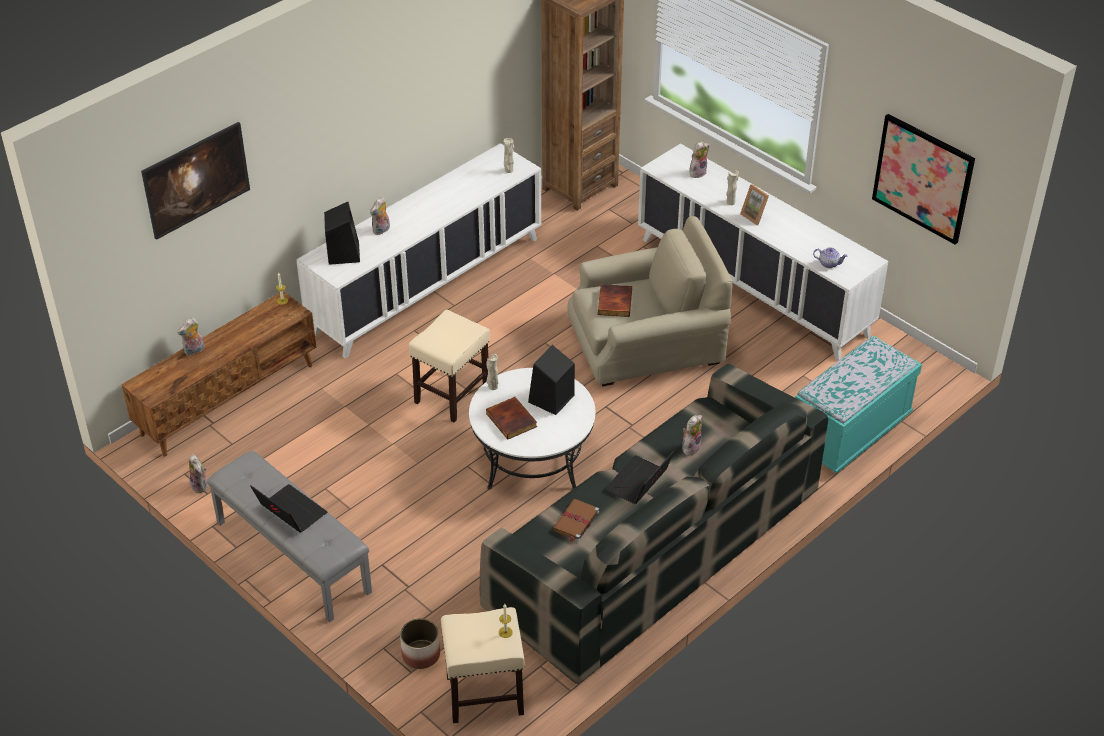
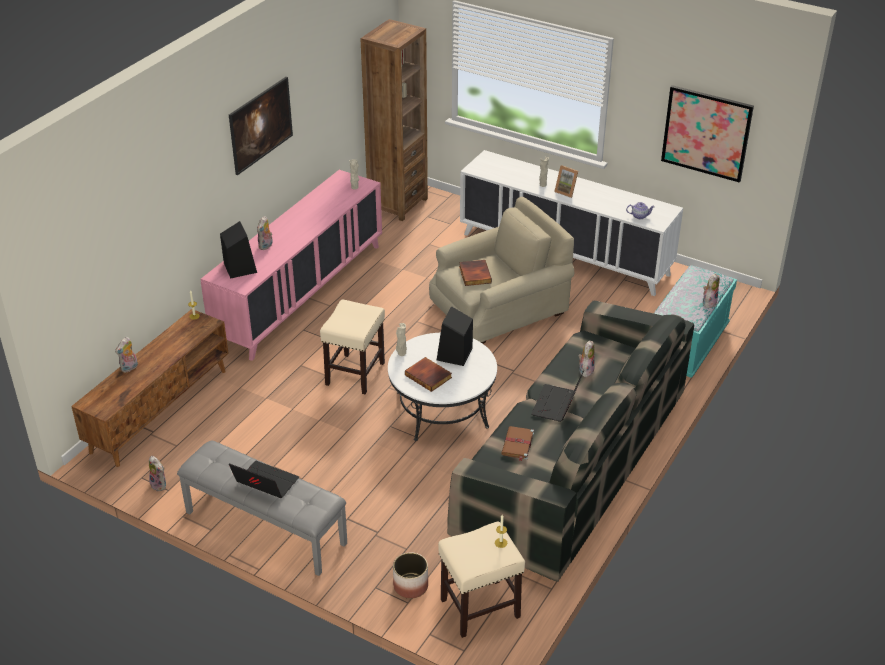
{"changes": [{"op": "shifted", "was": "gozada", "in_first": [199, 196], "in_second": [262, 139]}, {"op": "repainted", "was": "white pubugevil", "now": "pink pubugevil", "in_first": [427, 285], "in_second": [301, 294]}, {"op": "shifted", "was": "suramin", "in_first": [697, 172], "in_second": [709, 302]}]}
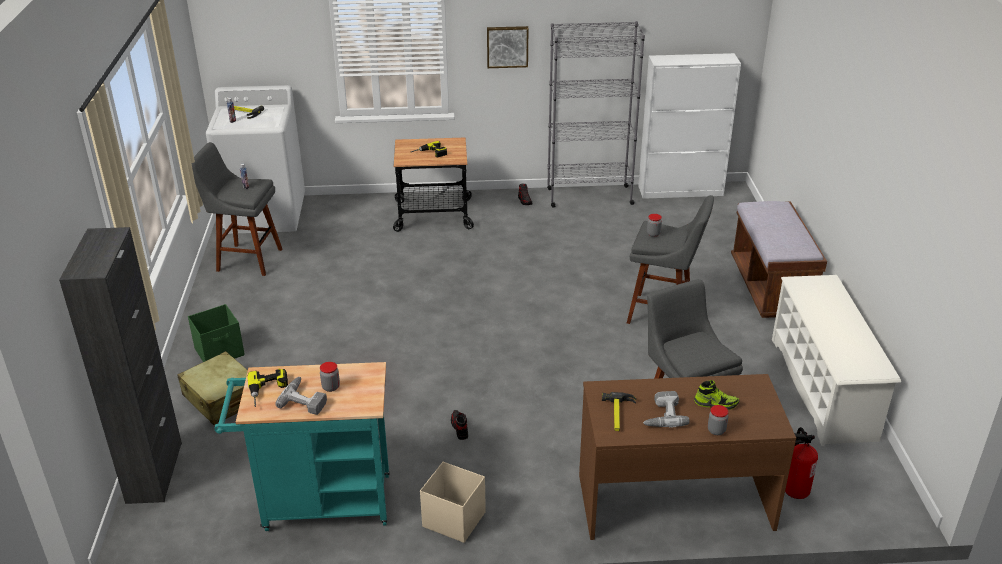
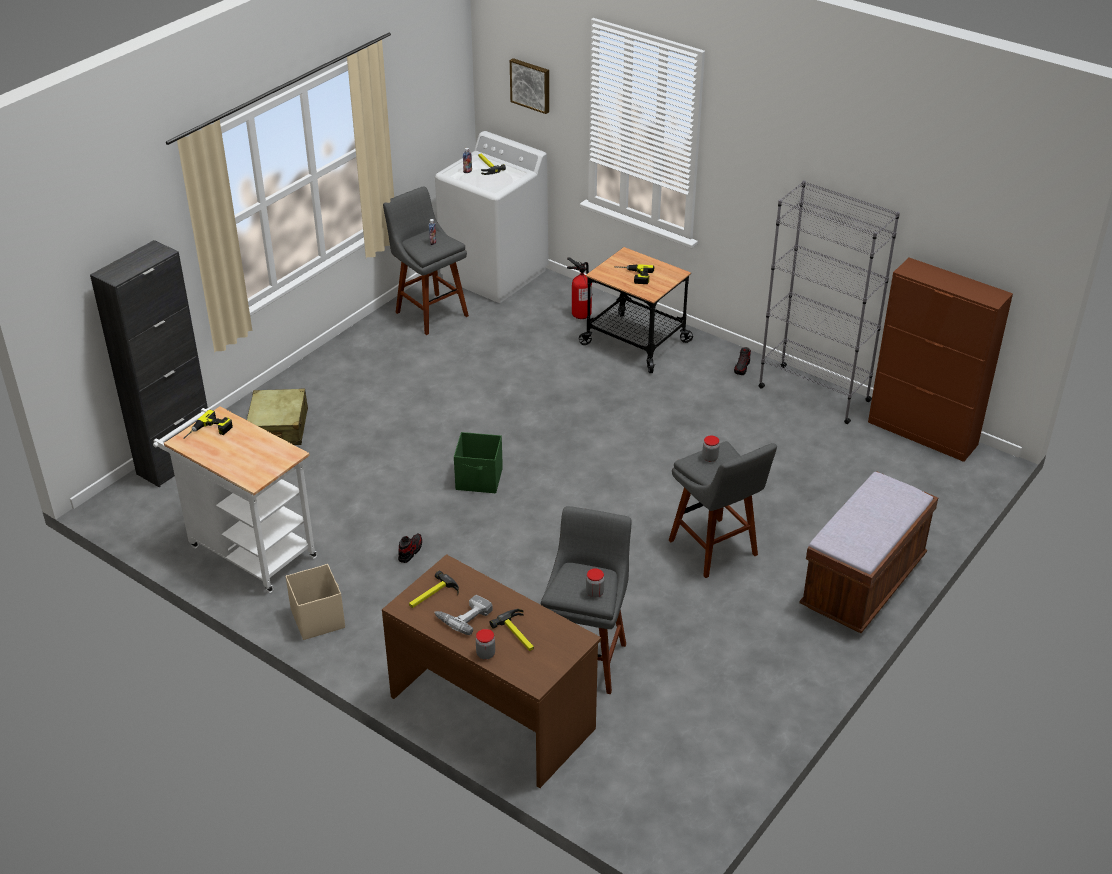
{"changes": [{"op": "shifted", "was": "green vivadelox", "in_first": [220, 352], "in_second": [480, 480]}, {"op": "repainted", "was": "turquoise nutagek", "now": "white nutagek", "in_first": [319, 504], "in_second": [247, 549]}, {"op": "gone", "was": "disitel", "in_first": [305, 399]}, {"op": "shifted", "was": "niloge", "in_first": [331, 387], "in_second": [594, 592]}, {"op": "shifted", "was": "gozada", "in_first": [507, 46], "in_second": [531, 85]}, {"op": "repainted", "was": "white pubugevil", "now": "brown pubugevil", "in_first": [681, 191], "in_second": [923, 434]}, {"op": "swapped", "was": "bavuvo", "now": "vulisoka", "in_first": [716, 403], "in_second": [518, 634]}, {"op": "gone", "was": "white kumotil", "in_first": [823, 388]}, {"op": "shifted", "was": "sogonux", "in_first": [792, 490], "in_second": [582, 314]}]}
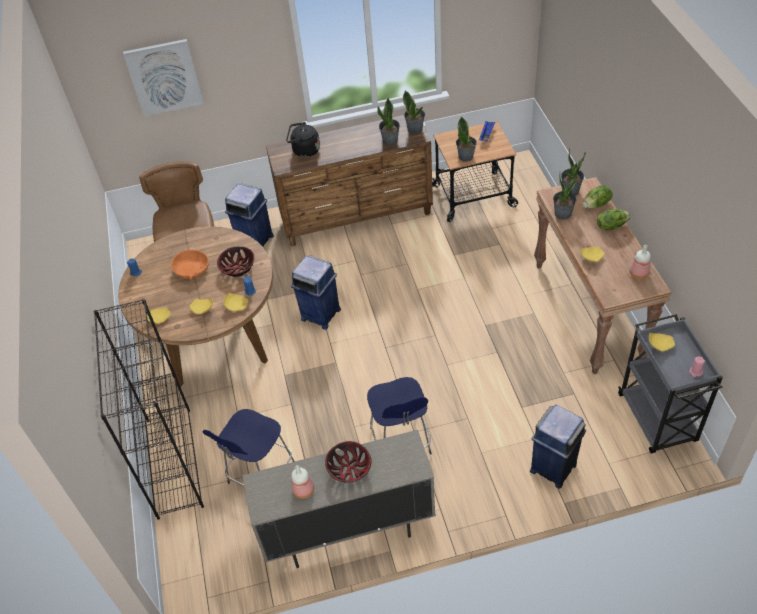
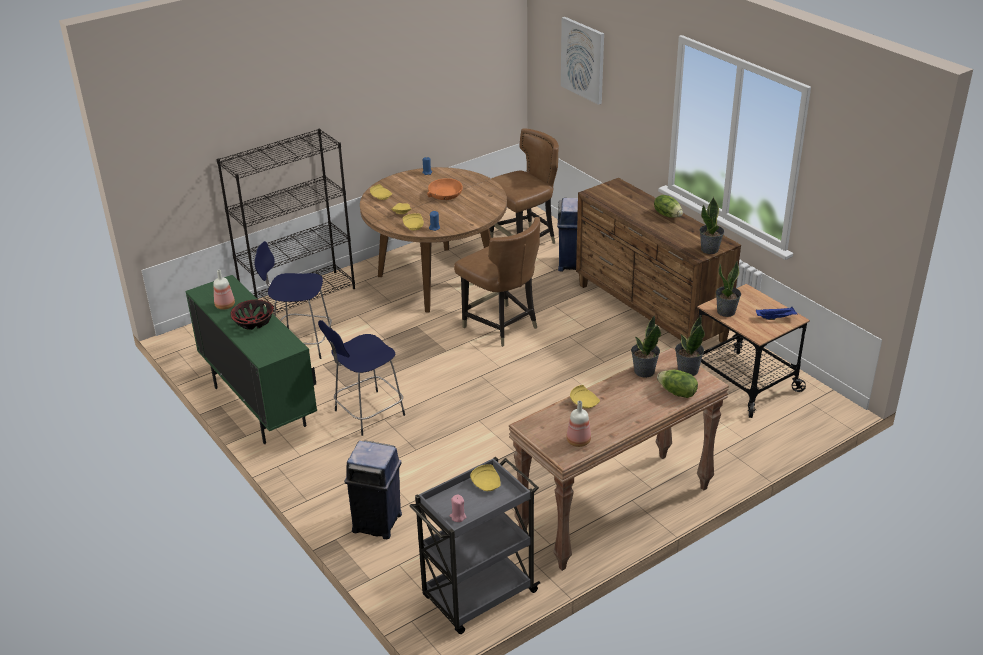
{"changes": [{"op": "gone", "was": "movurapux", "in_first": [238, 268]}, {"op": "repainted", "was": "beige pubugevil", "now": "green pubugevil", "in_first": [348, 531], "in_second": [259, 406]}, {"op": "gone", "was": "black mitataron", "in_first": [304, 151]}, {"op": "swapped", "was": "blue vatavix", "now": "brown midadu", "in_first": [320, 314], "in_second": [501, 326]}, {"op": "gone", "was": "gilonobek", "in_first": [390, 140]}, {"op": "shifted", "was": "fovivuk", "in_first": [611, 226], "in_second": [667, 215]}]}
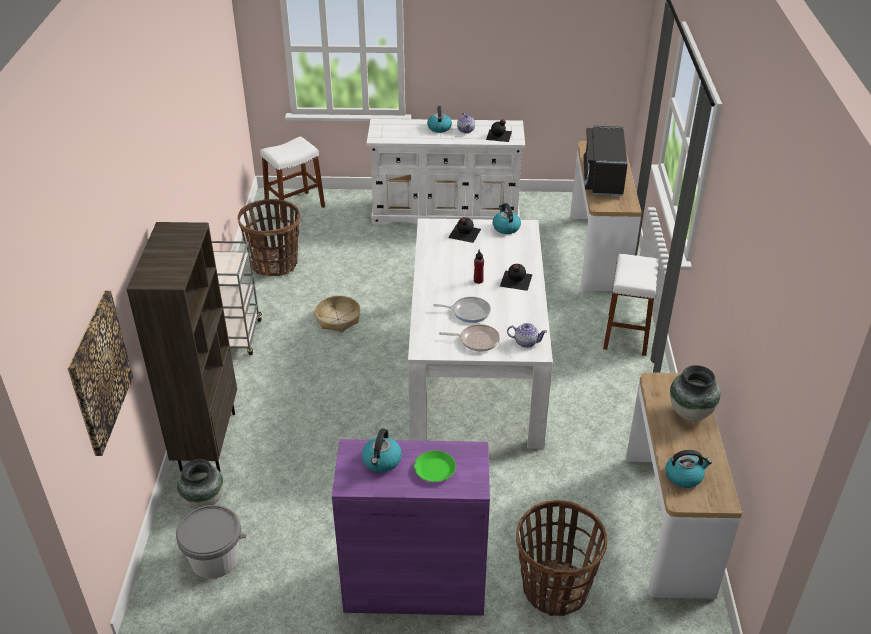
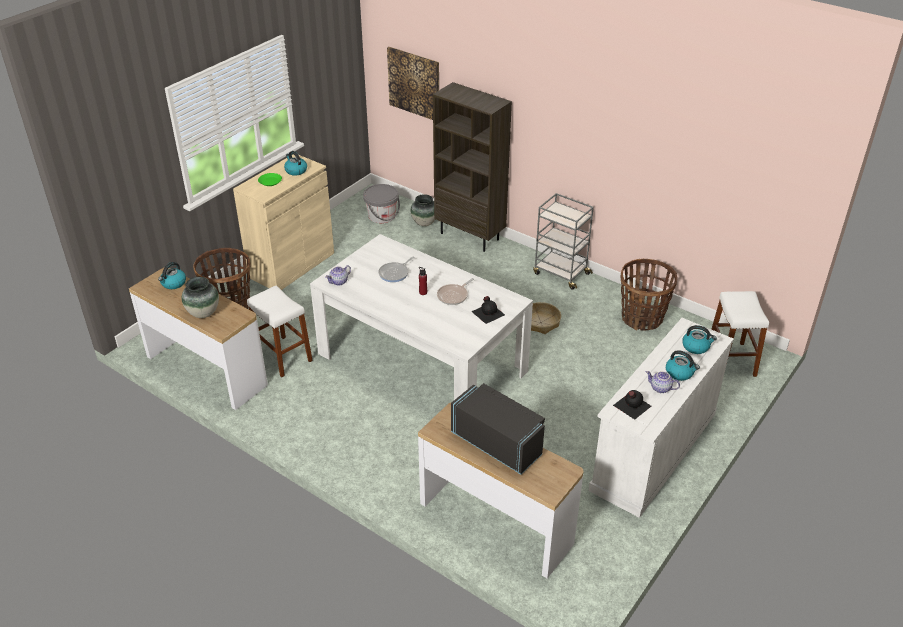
{"changes": [{"op": "repainted", "was": "purple pubugevil", "now": "beige pubugevil", "in_first": [414, 584], "in_second": [291, 265]}, {"op": "shifted", "was": "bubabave", "in_first": [476, 340], "in_second": [454, 296]}, {"op": "shifted", "was": "mitataron", "in_first": [506, 227], "in_second": [696, 347]}, {"op": "gone", "was": "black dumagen", "in_first": [515, 280]}, {"op": "shifted", "was": "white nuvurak", "in_first": [626, 334], "in_second": [282, 356]}]}
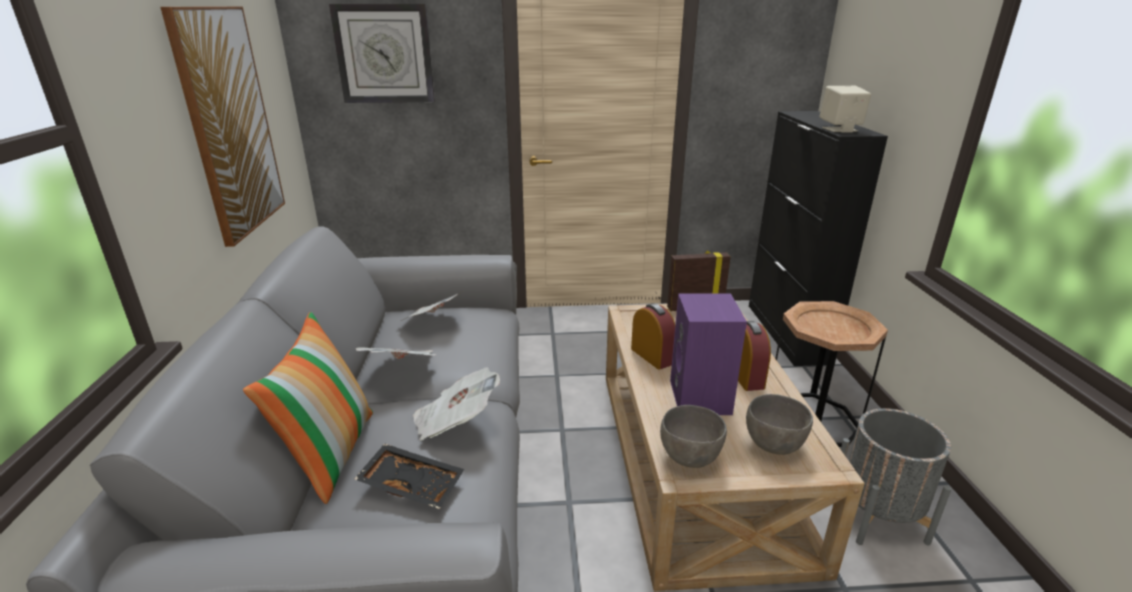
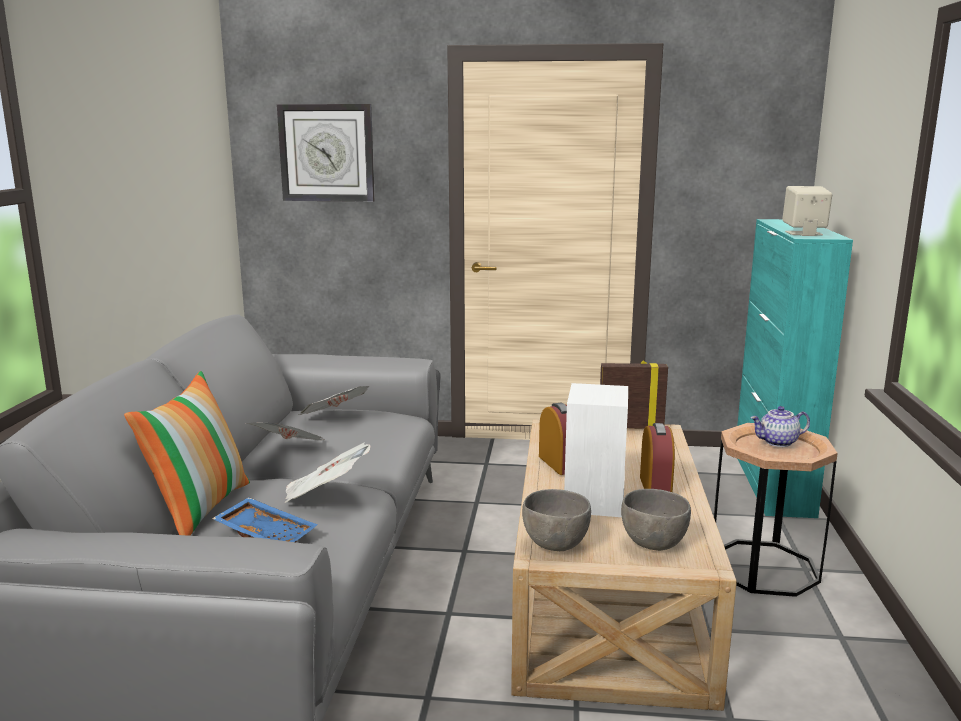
{"changes": [{"op": "gone", "was": "gozada", "in_first": [229, 123]}, {"op": "repainted", "was": "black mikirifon", "now": "blue mikirifon", "in_first": [413, 483], "in_second": [267, 533]}, {"op": "repainted", "was": "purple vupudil", "now": "white vupudil", "in_first": [701, 398], "in_second": [595, 501]}, {"op": "repainted", "was": "black pubugevil", "now": "turquoise pubugevil", "in_first": [787, 333], "in_second": [772, 483]}, {"op": "gone", "was": "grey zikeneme", "in_first": [877, 516]}, {"op": "new", "now": "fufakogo", "in_second": [778, 442]}]}
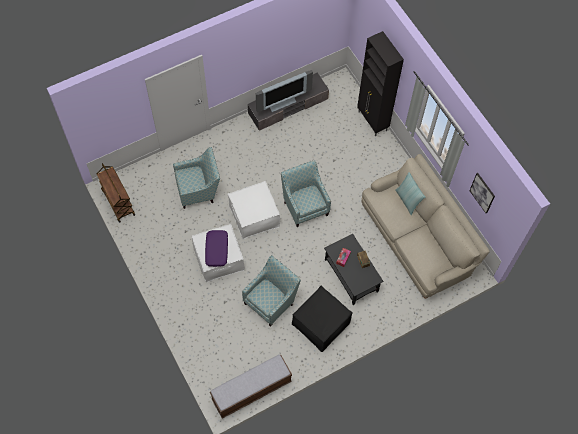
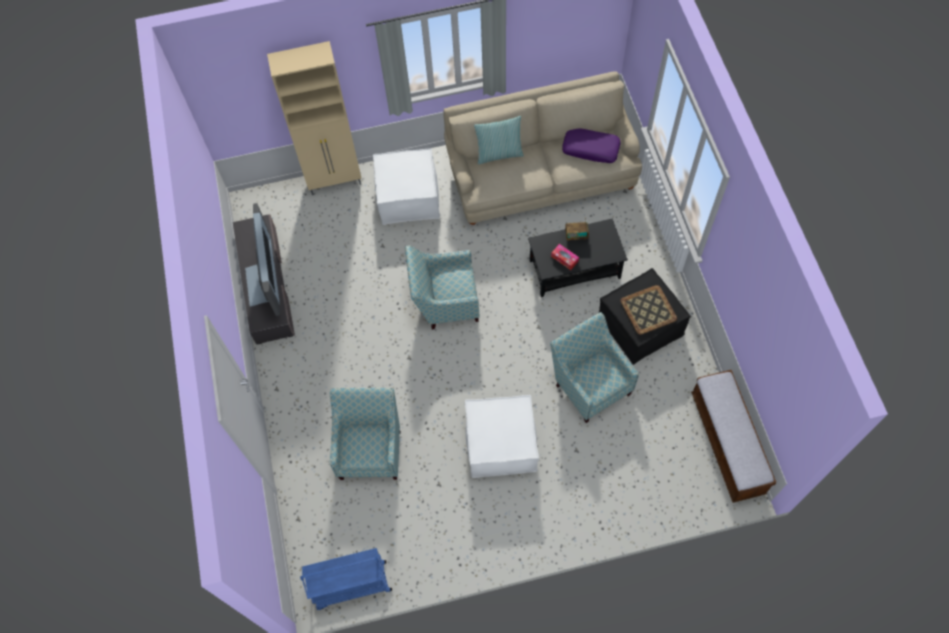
{"changes": [{"op": "repainted", "was": "brown nutagek", "now": "blue nutagek", "in_first": [118, 202], "in_second": [351, 586]}, {"op": "shifted", "was": "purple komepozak", "in_first": [217, 250], "in_second": [591, 149]}, {"op": "shifted", "was": "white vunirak", "in_first": [254, 216], "in_second": [408, 197]}, {"op": "repainted", "was": "black pubugevil", "now": "beige pubugevil", "in_first": [372, 121], "in_second": [335, 181]}, {"op": "gone", "was": "gozada", "in_first": [482, 193]}, {"op": "new", "now": "mikirifon", "in_second": [648, 310]}]}
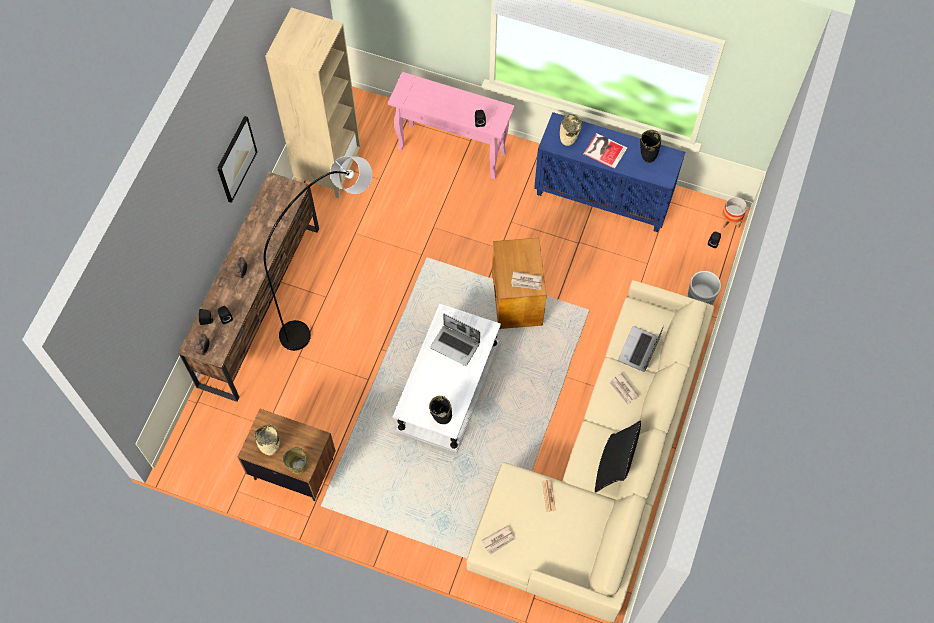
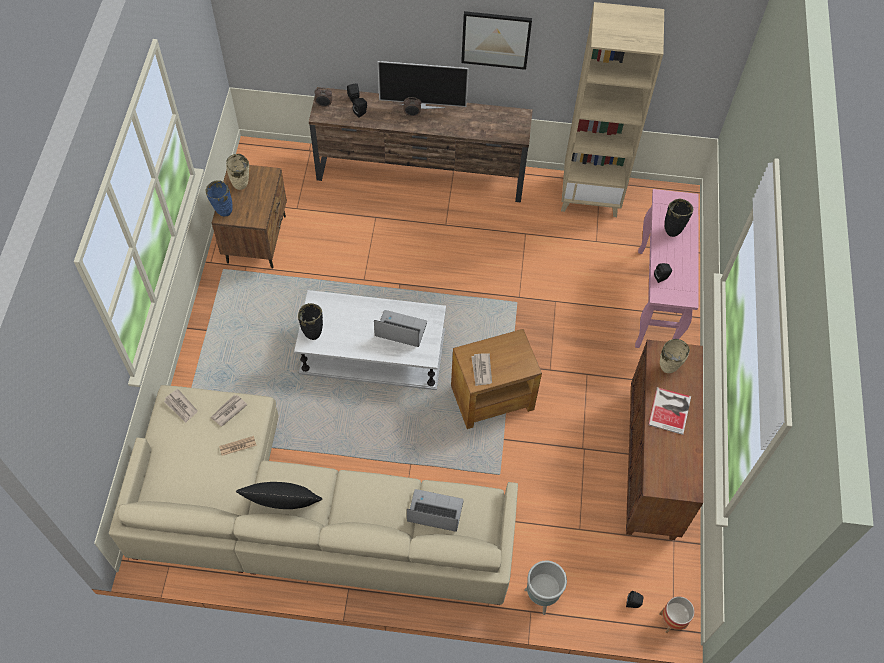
{"changes": [{"op": "gone", "was": "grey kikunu", "in_first": [334, 295]}, {"op": "repainted", "was": "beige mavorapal", "now": "blue mavorapal", "in_first": [299, 469], "in_second": [223, 212]}, {"op": "rotated", "was": "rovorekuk", "in_first": [455, 345], "in_second": [400, 330], "clockwise": 90}, {"op": "repainted", "was": "blue pubugevil", "now": "brown pubugevil", "in_first": [603, 197], "in_second": [653, 465]}, {"op": "shifted", "was": "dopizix", "in_first": [623, 389], "in_second": [228, 411]}, {"op": "shifted", "was": "black mavorapal", "in_first": [647, 157], "in_second": [673, 230]}, {"op": "new", "now": "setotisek", "in_second": [423, 105]}]}
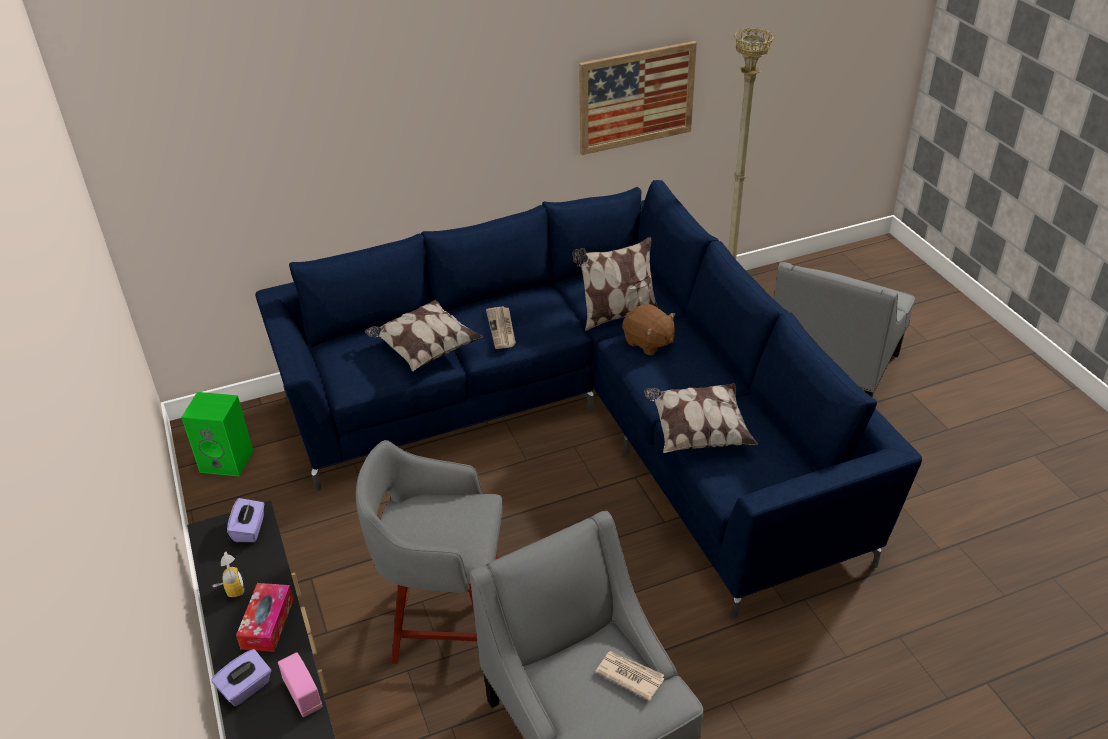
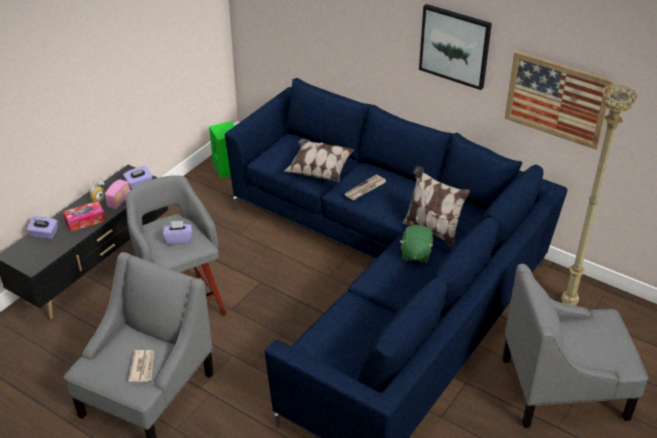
{"changes": [{"op": "shifted", "was": "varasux", "in_first": [303, 695], "in_second": [119, 201]}, {"op": "repainted", "was": "brown suramin", "now": "green suramin", "in_first": [648, 342], "in_second": [415, 254]}, {"op": "gone", "was": "komepozak", "in_first": [697, 432]}, {"op": "new", "now": "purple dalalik", "in_second": [179, 239]}, {"op": "new", "now": "gozada", "in_second": [455, 46]}]}
